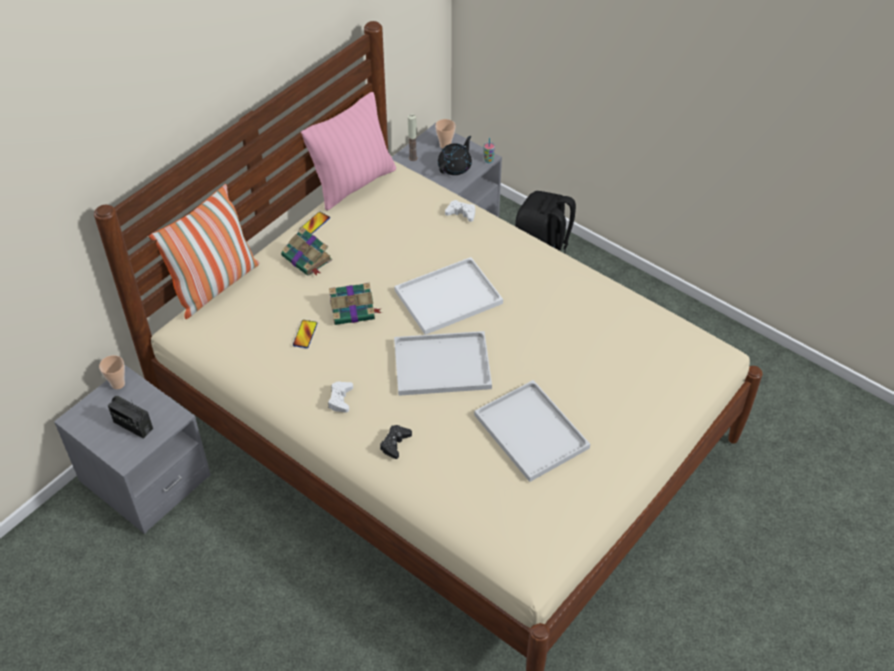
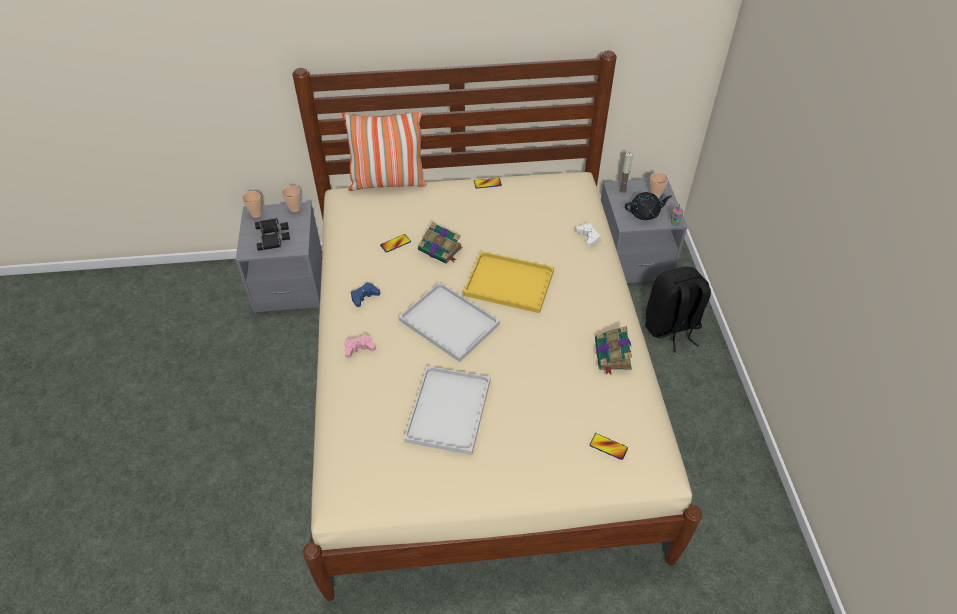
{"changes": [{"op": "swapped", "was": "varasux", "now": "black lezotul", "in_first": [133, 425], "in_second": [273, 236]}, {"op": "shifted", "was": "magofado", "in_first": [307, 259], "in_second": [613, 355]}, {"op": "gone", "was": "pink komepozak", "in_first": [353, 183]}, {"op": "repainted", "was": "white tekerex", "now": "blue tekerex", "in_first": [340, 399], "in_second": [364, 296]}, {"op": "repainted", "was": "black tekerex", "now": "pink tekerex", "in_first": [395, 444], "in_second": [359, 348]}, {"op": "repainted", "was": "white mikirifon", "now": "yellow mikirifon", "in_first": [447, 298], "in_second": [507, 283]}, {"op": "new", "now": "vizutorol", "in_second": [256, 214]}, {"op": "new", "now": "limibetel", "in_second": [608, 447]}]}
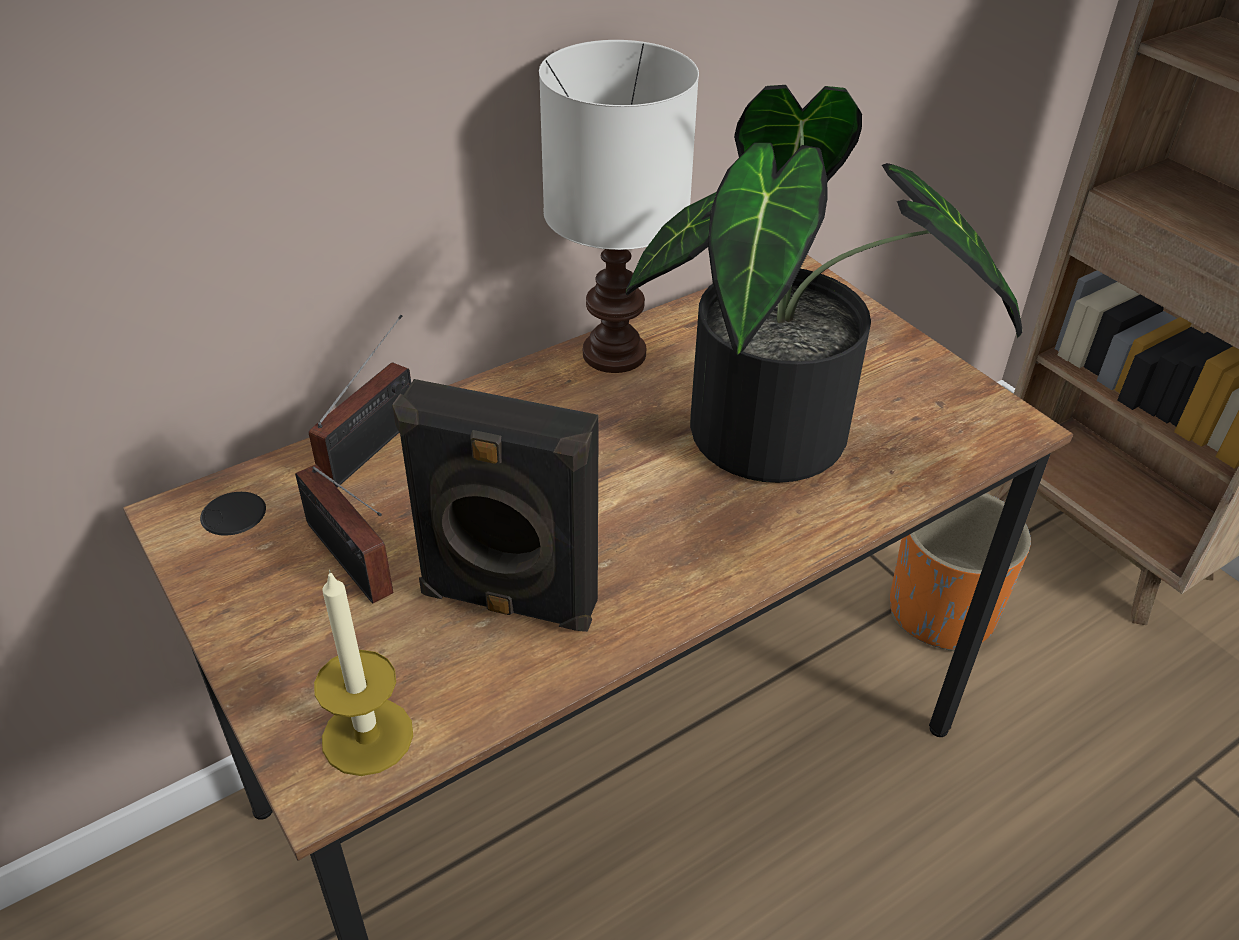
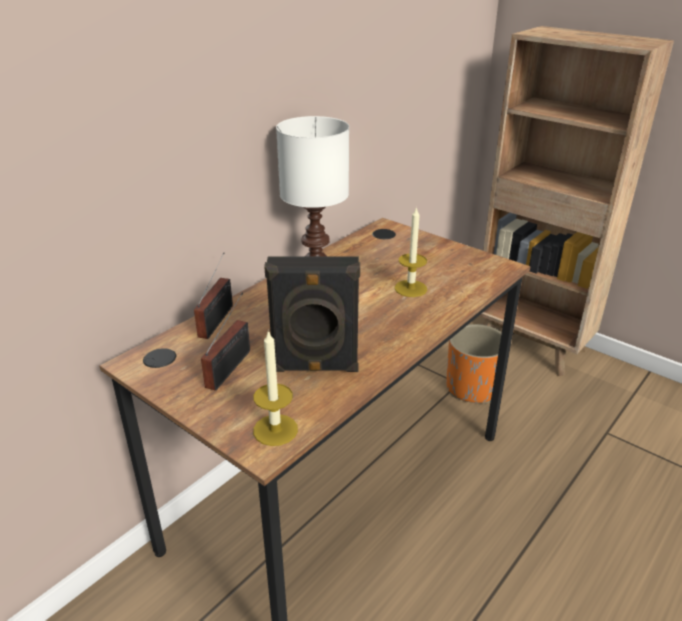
{"changes": [{"op": "rotated", "was": "varasux", "in_first": [351, 563], "in_second": [231, 366], "clockwise": -105}, {"op": "swapped", "was": "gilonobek", "now": "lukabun", "in_first": [784, 444], "in_second": [410, 288]}]}
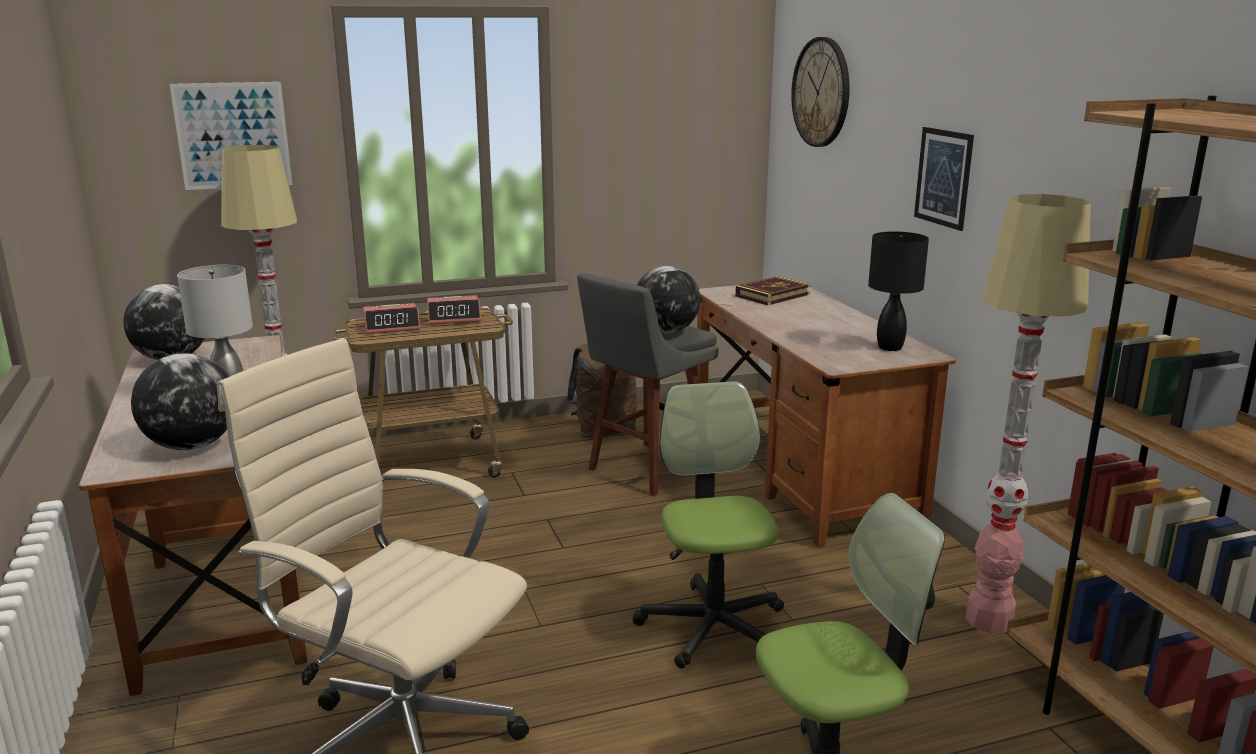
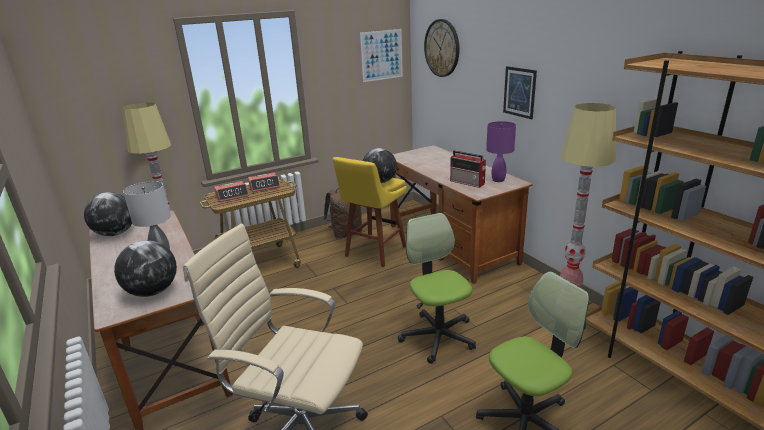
{"changes": [{"op": "shifted", "was": "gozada", "in_first": [233, 135], "in_second": [382, 55]}, {"op": "repainted", "was": "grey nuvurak", "now": "yellow nuvurak", "in_first": [645, 470], "in_second": [374, 253]}, {"op": "gone", "was": "magofado", "in_first": [772, 295]}, {"op": "repainted", "was": "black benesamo", "now": "purple benesamo", "in_first": [890, 347], "in_second": [498, 180]}, {"op": "new", "now": "varasux", "in_second": [468, 182]}]}
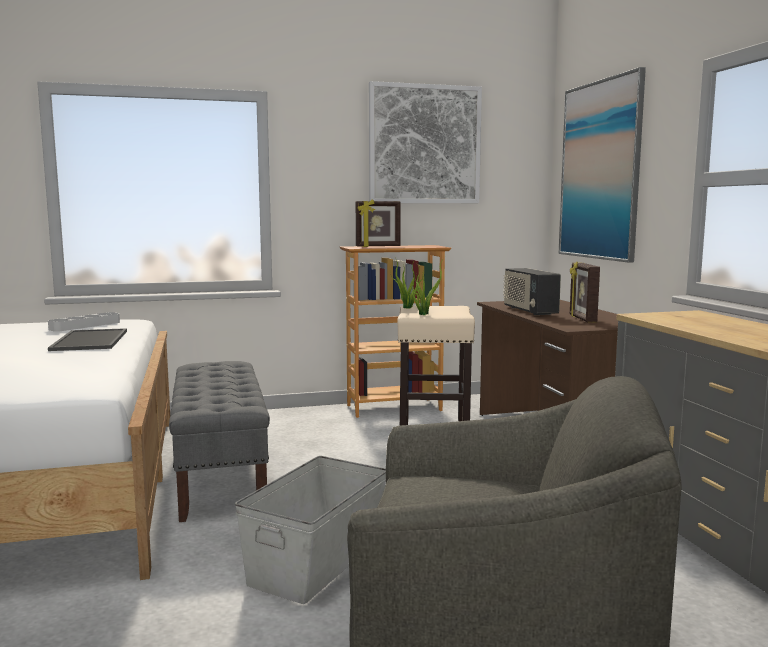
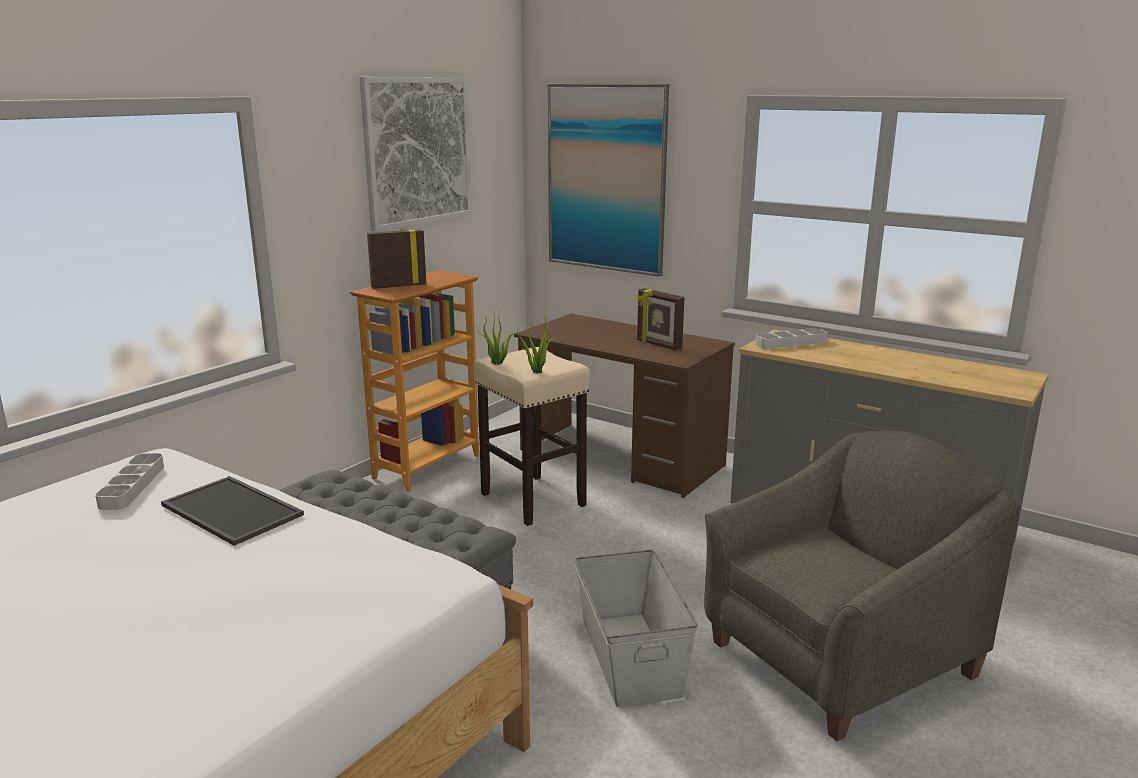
{"changes": [{"op": "rotated", "was": "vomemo", "in_first": [378, 246], "in_second": [398, 286], "clockwise": -150}, {"op": "gone", "was": "varasux", "in_first": [529, 311]}, {"op": "new", "now": "grey mikirifon", "in_second": [791, 343]}]}
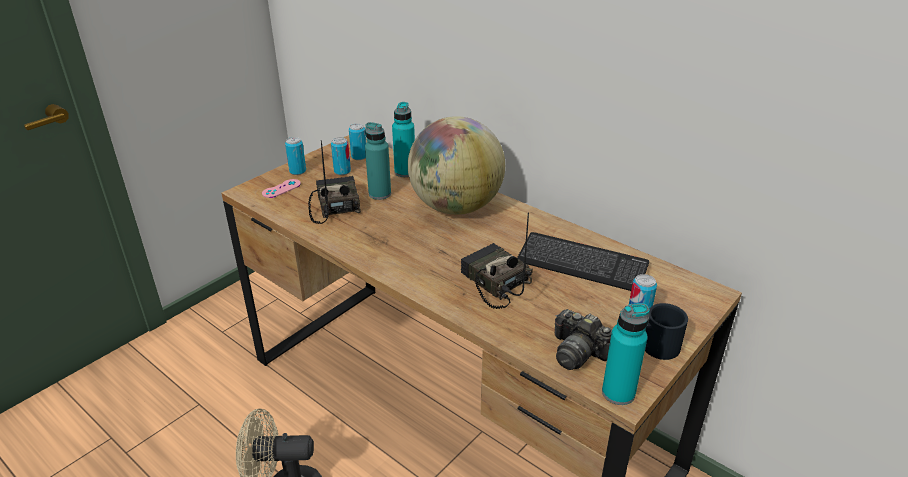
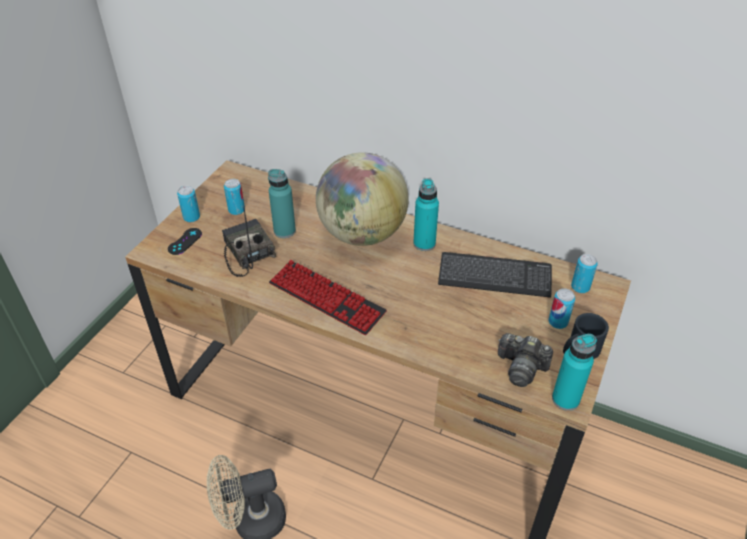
{"changes": [{"op": "repainted", "was": "pink tekerex", "now": "black tekerex", "in_first": [281, 189], "in_second": [185, 241]}, {"op": "shifted", "was": "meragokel", "in_first": [359, 156], "in_second": [580, 287]}, {"op": "shifted", "was": "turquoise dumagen", "in_first": [405, 172], "in_second": [424, 243]}, {"op": "gone", "was": "varasux", "in_first": [493, 282]}, {"op": "new", "now": "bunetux", "in_second": [326, 298]}]}
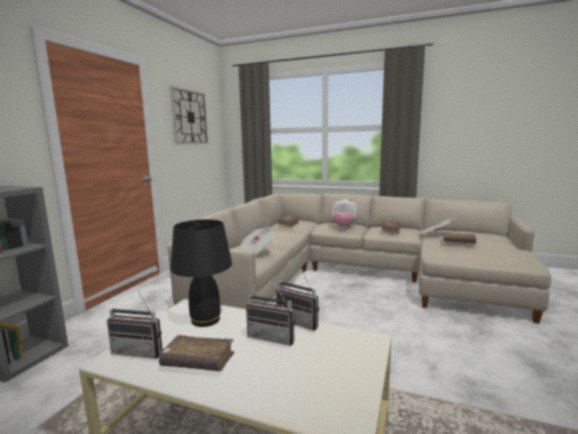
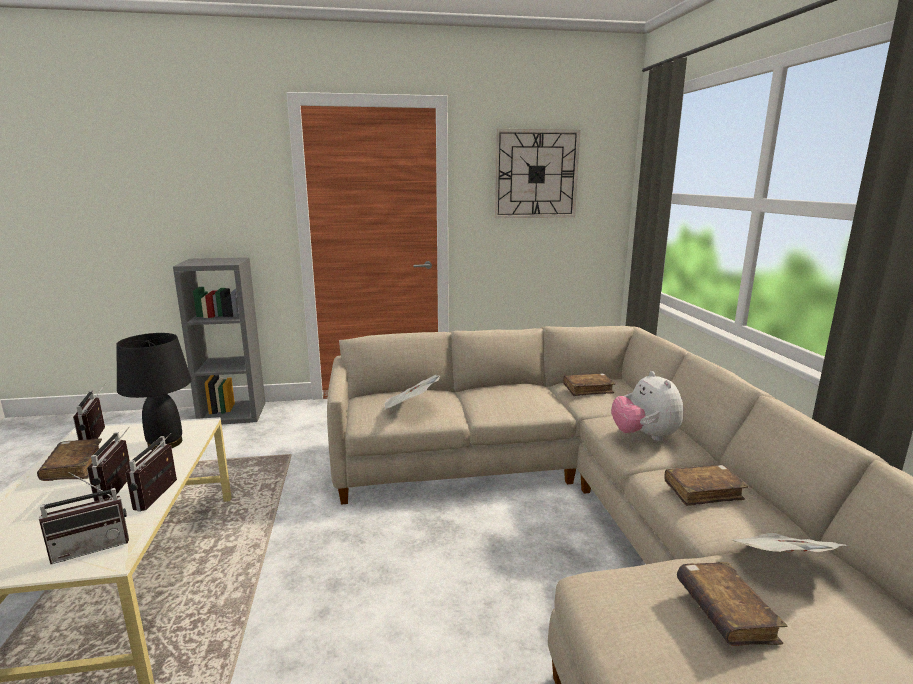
{"changes": [{"op": "new", "now": "varasux", "in_second": [92, 546]}]}
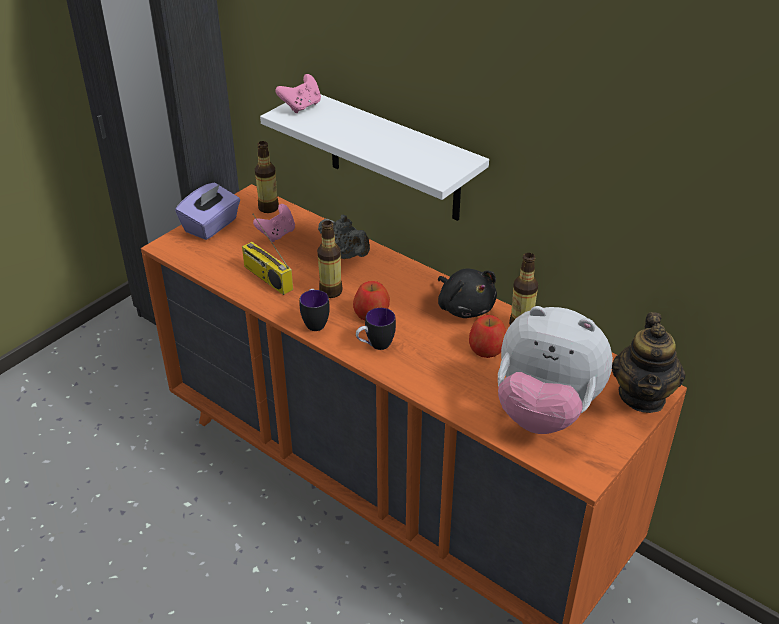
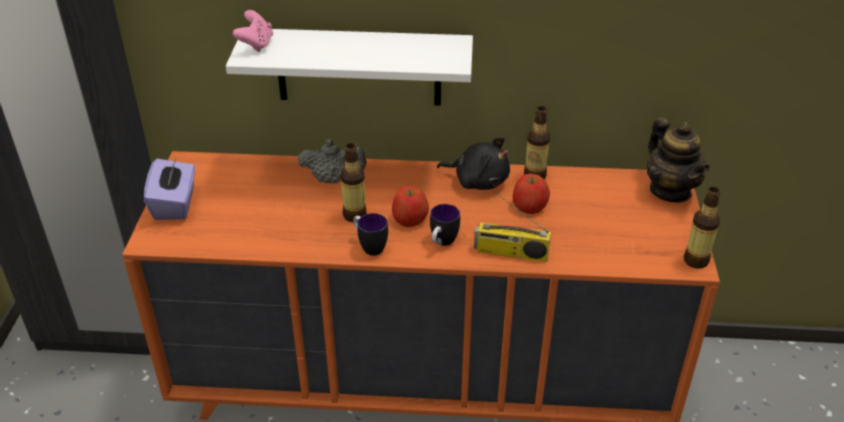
{"changes": [{"op": "shifted", "was": "varasux", "in_first": [266, 277], "in_second": [510, 253]}, {"op": "gone", "was": "pink tekerex", "in_first": [277, 234]}, {"op": "shifted", "was": "dumagen", "in_first": [268, 208], "in_second": [695, 260]}, {"op": "gone", "was": "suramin", "in_first": [545, 411]}]}
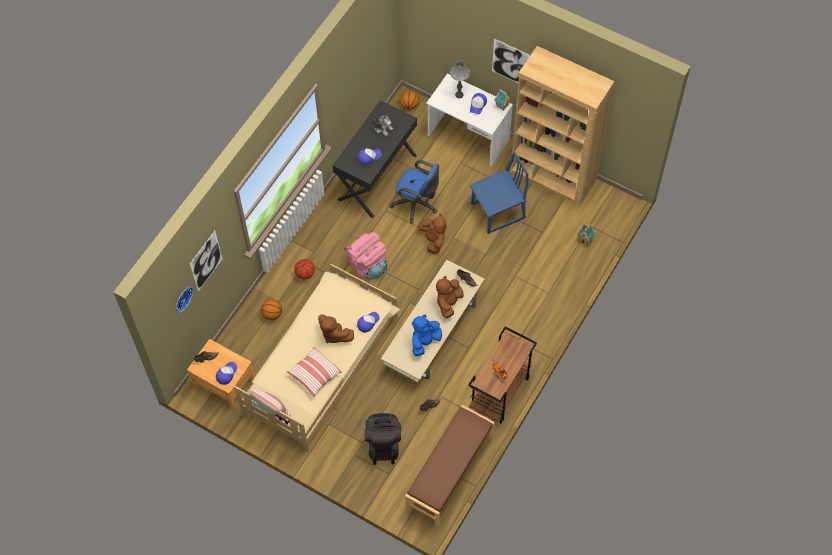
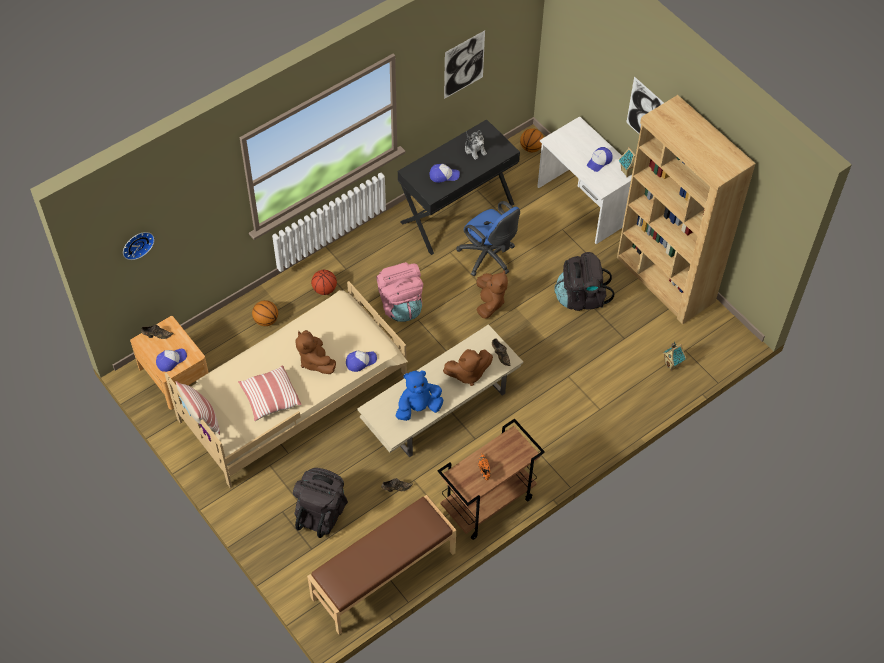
{"changes": [{"op": "shifted", "was": "gozada", "in_first": [206, 261], "in_second": [464, 64]}, {"op": "rotated", "was": "brown suramin", "in_first": [448, 302], "in_second": [467, 373], "clockwise": -150}, {"op": "gone", "was": "grey benesamo", "in_first": [459, 95]}, {"op": "swapped", "was": "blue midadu", "now": "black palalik", "in_first": [498, 211], "in_second": [581, 297]}]}
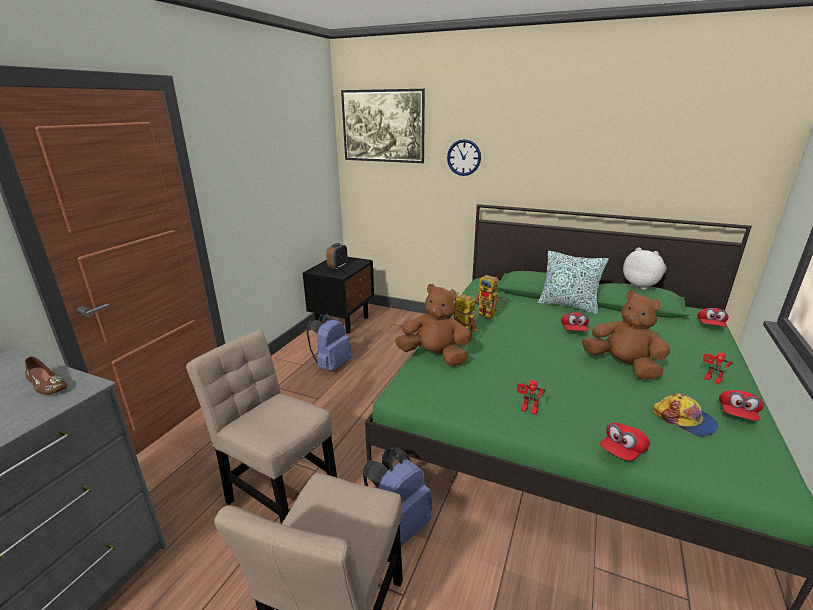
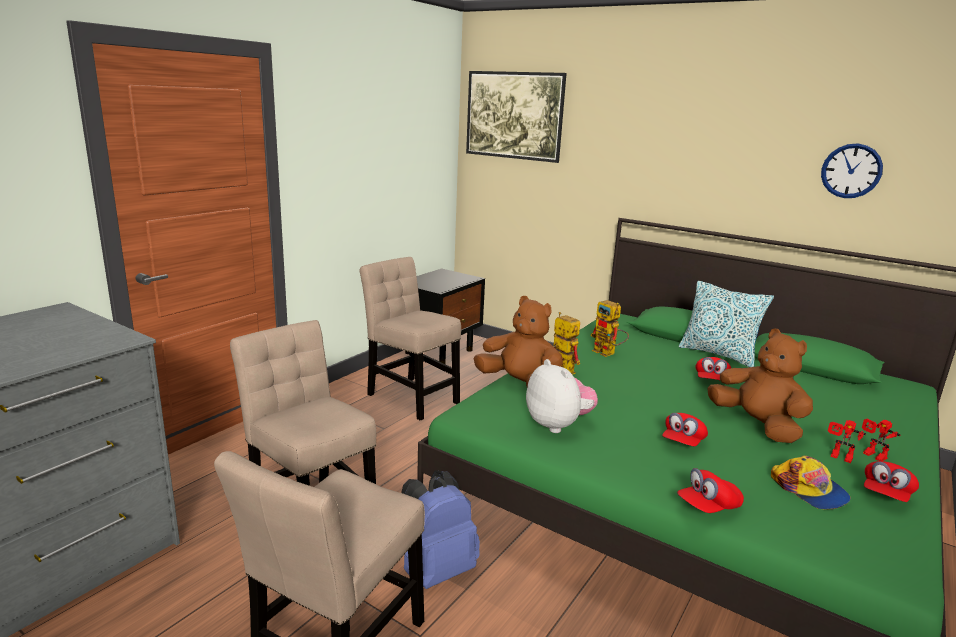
{"changes": [{"op": "gone", "was": "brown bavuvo", "in_first": [46, 385]}, {"op": "swapped", "was": "blue palalik", "now": "beige midadu", "in_first": [331, 365], "in_second": [410, 396]}, {"op": "gone", "was": "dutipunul", "in_first": [338, 266]}, {"op": "shifted", "was": "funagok", "in_first": [464, 157], "in_second": [851, 171]}, {"op": "shifted", "was": "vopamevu", "in_first": [527, 410], "in_second": [839, 457]}, {"op": "shifted", "was": "suramin", "in_first": [641, 286], "in_second": [558, 425]}, {"op": "shifted", "was": "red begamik", "in_first": [710, 326], "in_second": [683, 442]}]}
